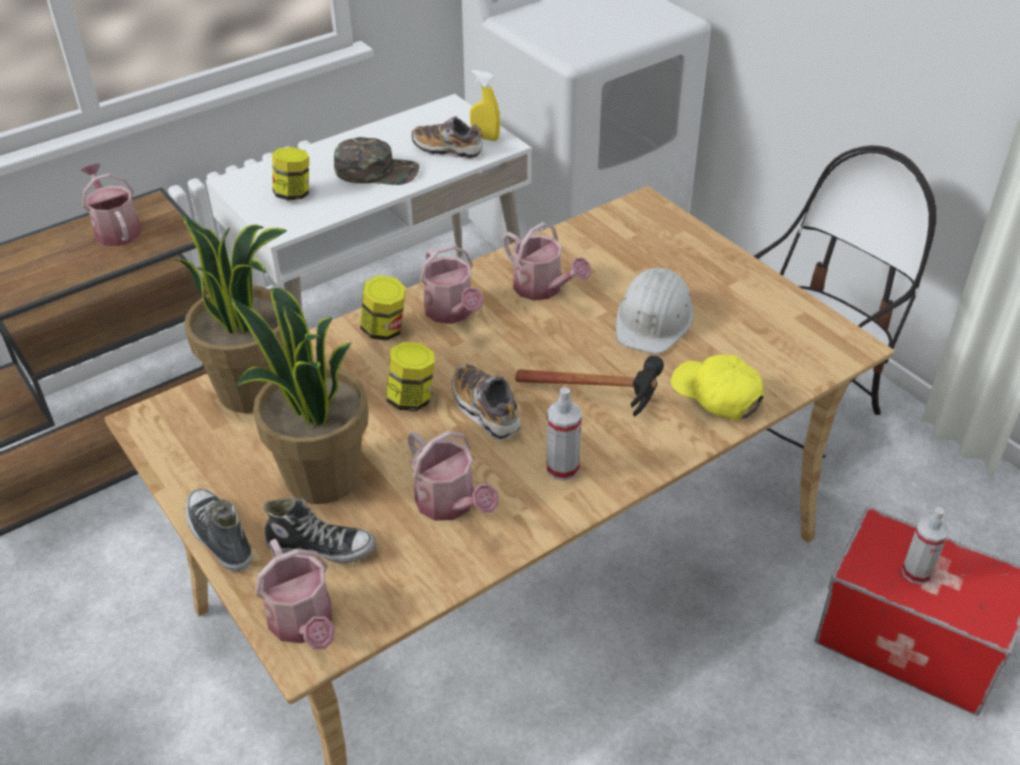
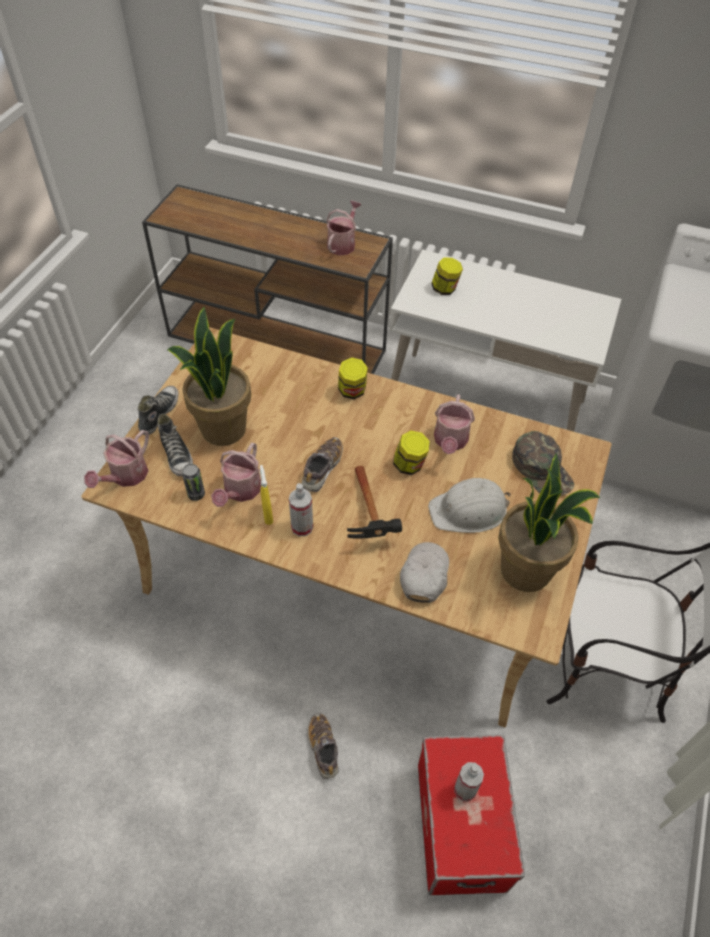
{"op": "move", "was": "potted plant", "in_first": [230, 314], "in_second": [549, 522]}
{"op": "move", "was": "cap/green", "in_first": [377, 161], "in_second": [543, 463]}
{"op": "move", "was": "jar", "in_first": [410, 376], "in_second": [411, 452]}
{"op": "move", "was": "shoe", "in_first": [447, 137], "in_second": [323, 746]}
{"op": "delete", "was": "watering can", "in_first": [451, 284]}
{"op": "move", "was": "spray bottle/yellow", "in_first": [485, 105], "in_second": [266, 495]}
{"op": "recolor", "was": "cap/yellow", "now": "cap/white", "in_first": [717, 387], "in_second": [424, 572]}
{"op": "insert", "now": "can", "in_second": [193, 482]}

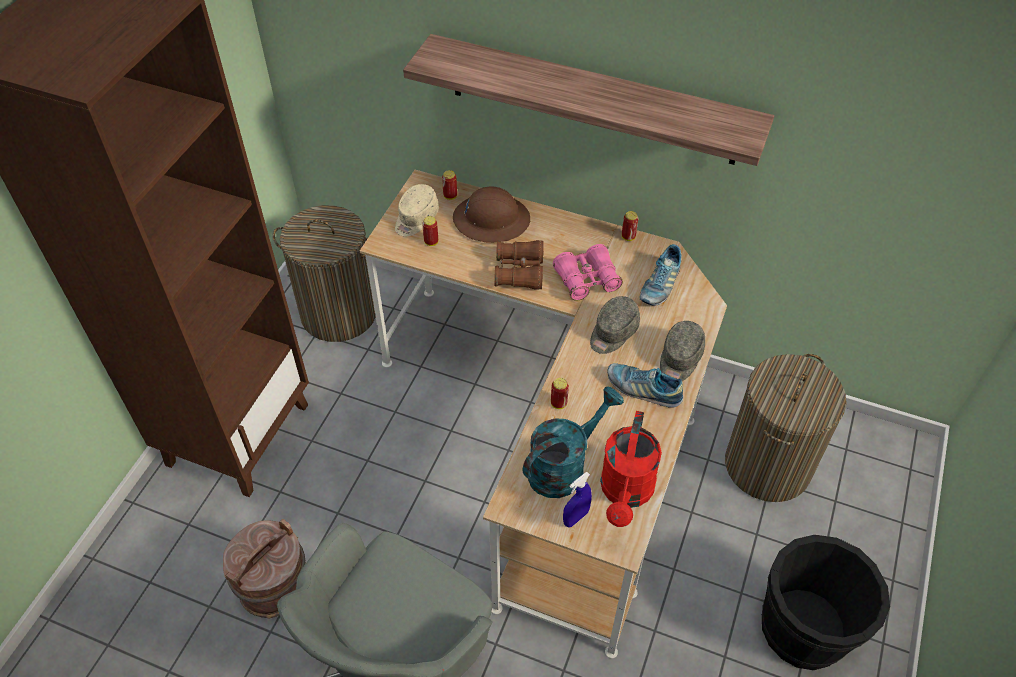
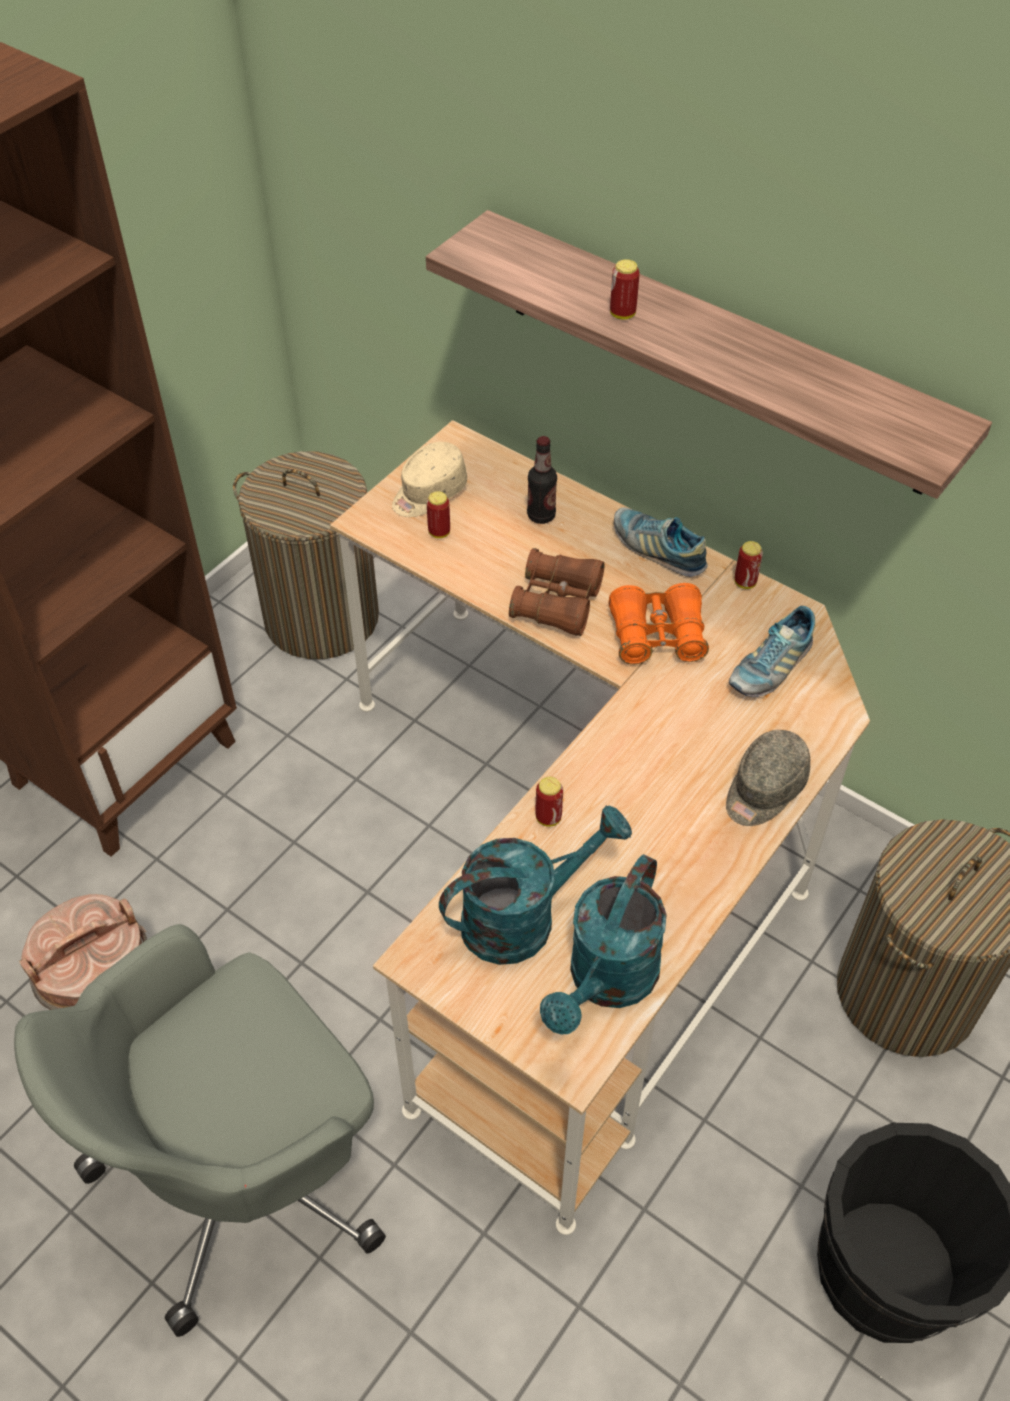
{"op": "move", "was": "can", "in_first": [449, 185], "in_second": [625, 289]}
{"op": "replace", "was": "hard hat/brown", "now": "bottle", "in_first": [491, 214], "in_second": [542, 480]}
{"op": "recolor", "was": "binoculars/pink", "now": "binoculars/orange", "in_first": [588, 272], "in_second": [659, 623]}
{"op": "delete", "was": "spray bottle/blue", "in_first": [577, 499]}
{"op": "delete", "was": "cap/grey", "in_first": [615, 325]}
{"op": "recolor", "was": "watering can/red", "now": "watering can/turquoise", "in_first": [631, 469], "in_second": [603, 944]}
{"op": "move", "was": "shoe", "in_first": [645, 385], "in_second": [661, 542]}

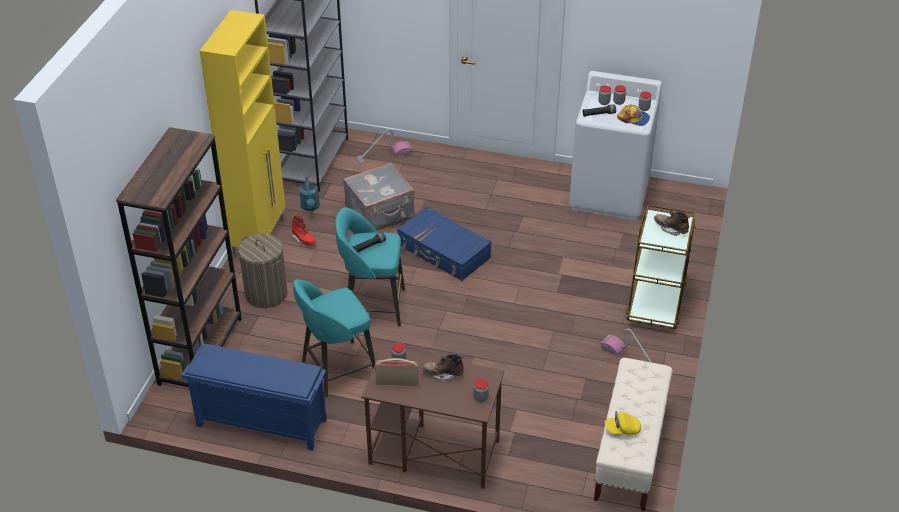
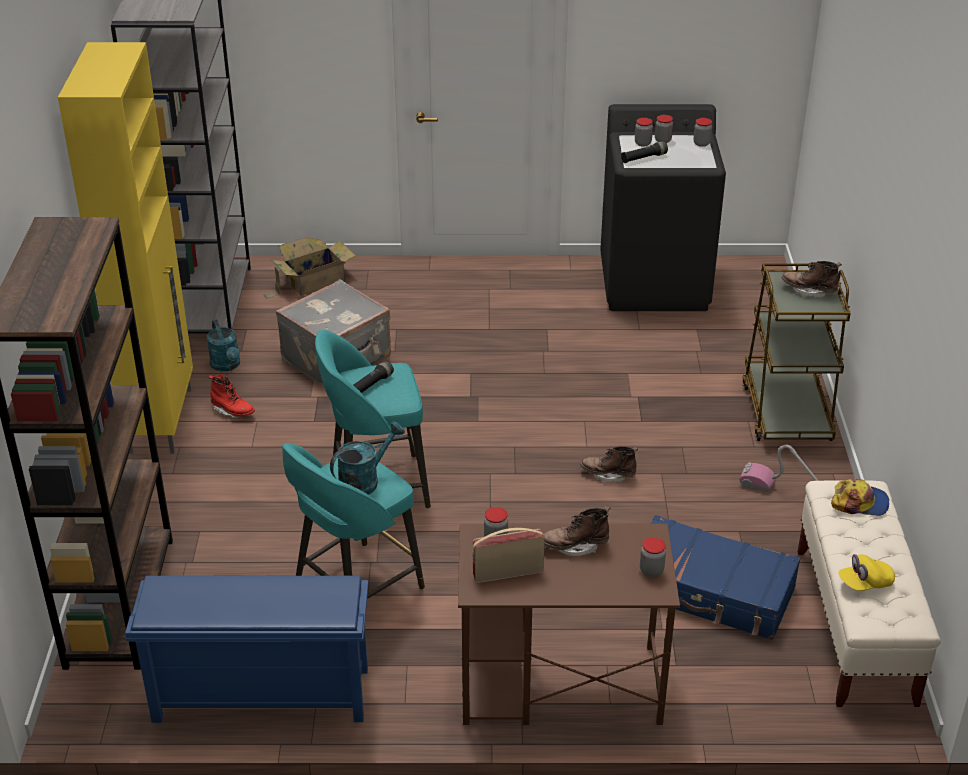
{"op": "delete", "was": "laundry basket", "in_first": [262, 271]}
{"op": "replace", "was": "vacuum cleaner", "now": "cardboard box", "in_first": [384, 146], "in_second": [309, 268]}
{"op": "move", "was": "suitcase/blue", "in_first": [444, 244], "in_second": [725, 577]}
{"op": "recolor", "was": "washing machine/white", "now": "washing machine/black", "in_first": [615, 145], "in_second": [663, 207]}
{"op": "move", "was": "cap", "in_first": [633, 115], "in_second": [860, 497]}
{"op": "insert", "now": "watering can/turquoise", "in_second": [367, 458]}
{"op": "insert", "now": "boot/brown", "in_second": [609, 464]}

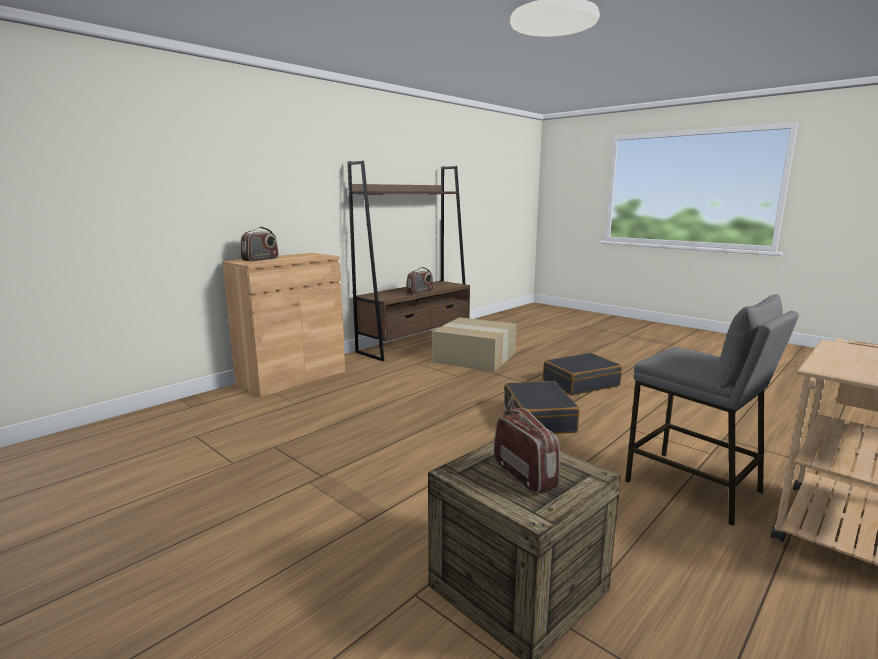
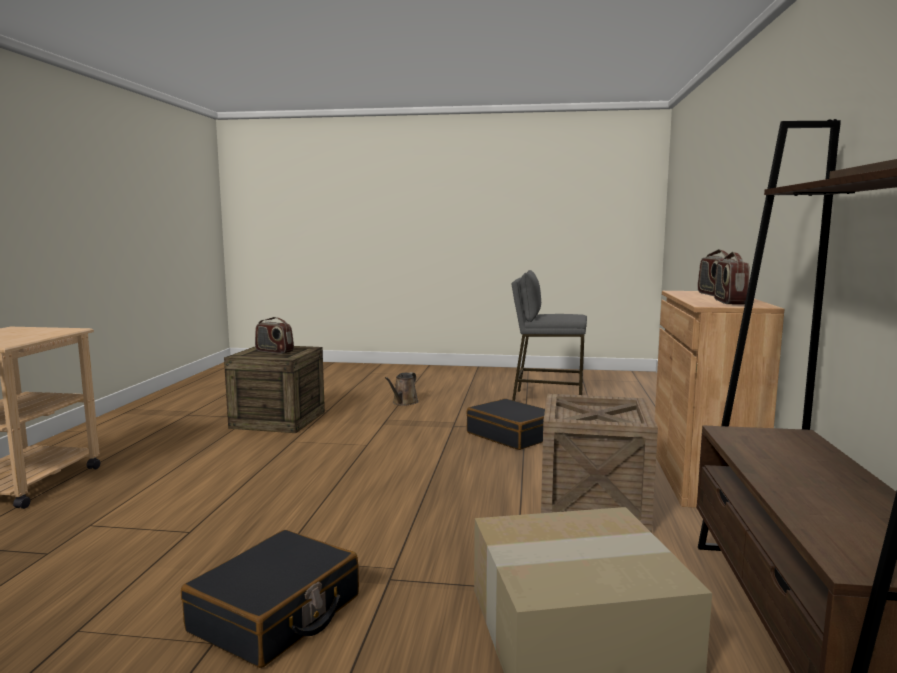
{"op": "move", "was": "radio", "in_first": [419, 281], "in_second": [732, 278]}
{"op": "move", "was": "suitcase/black", "in_first": [542, 407], "in_second": [505, 424]}
{"op": "move", "was": "stool/grey", "in_first": [712, 410], "in_second": [549, 335]}
{"op": "insert", "now": "watering can/brown", "in_second": [402, 389]}
{"op": "insert", "now": "crate", "in_second": [599, 463]}

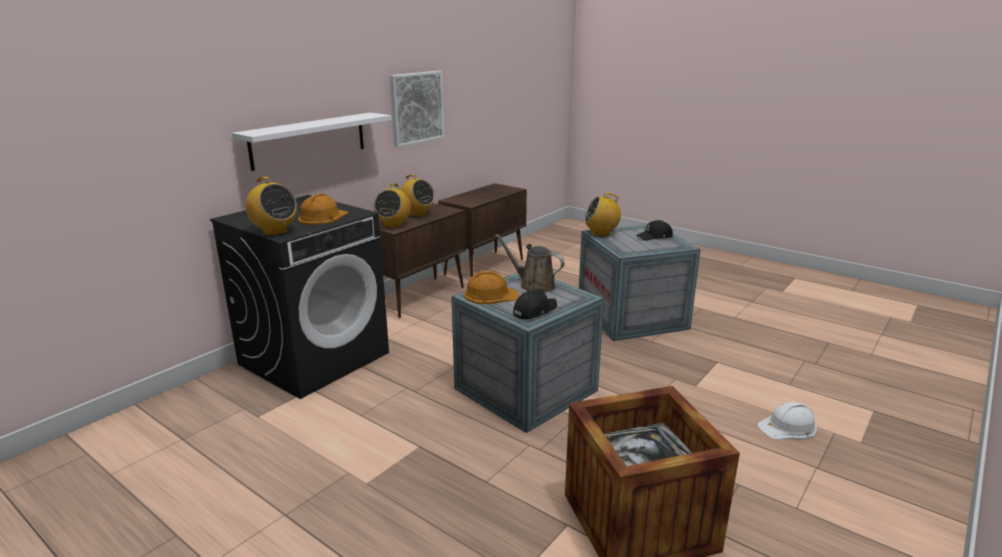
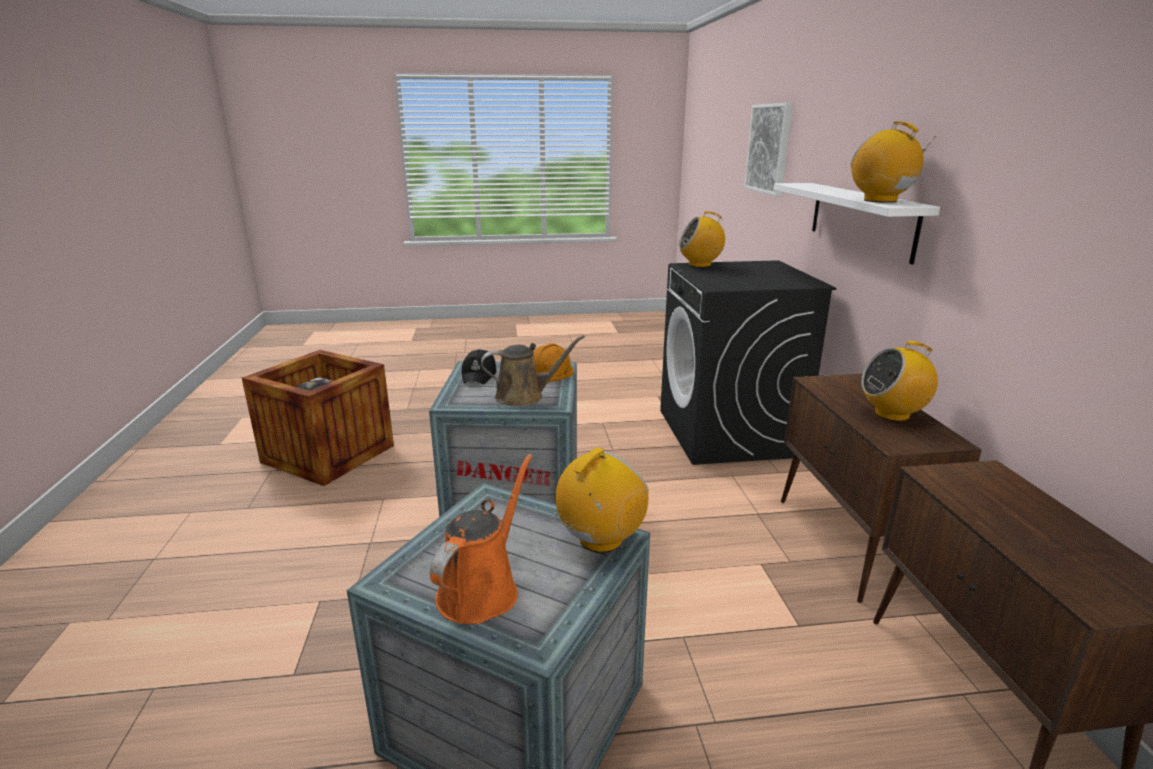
{"op": "delete", "was": "hard hat/orange", "in_first": [323, 209]}
{"op": "move", "was": "radio", "in_first": [392, 205], "in_second": [893, 162]}
{"op": "move", "was": "picture", "in_first": [417, 109], "in_second": [768, 149]}
{"op": "replace", "was": "cap/black", "now": "watering can/orange", "in_first": [654, 230], "in_second": [481, 539]}
{"op": "delete", "was": "hard hat/white", "in_first": [787, 421]}

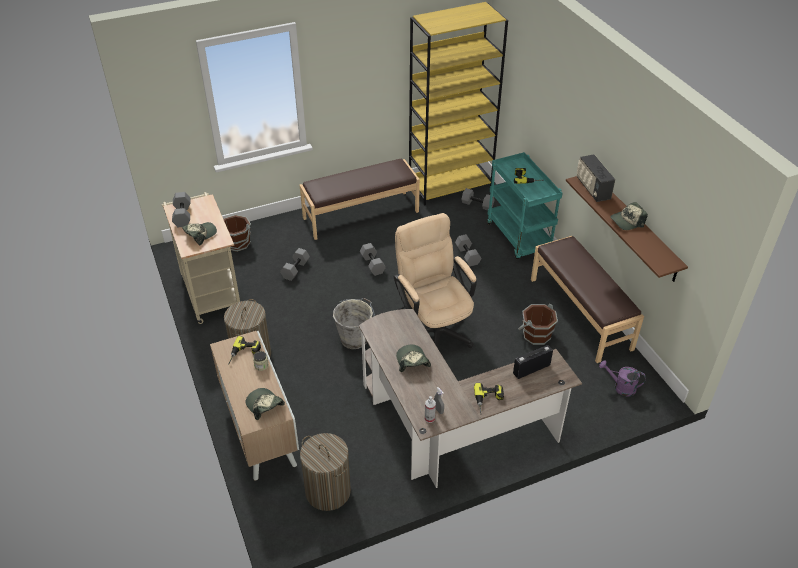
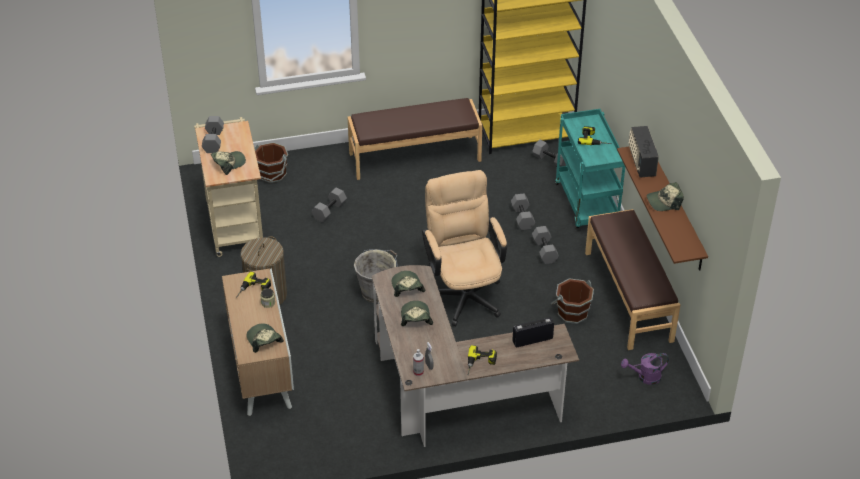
{"op": "delete", "was": "laundry basket", "in_first": [325, 472]}
{"op": "move", "was": "dumbbell/grey", "in_first": [373, 259], "in_second": [545, 245]}
{"op": "rotate", "was": "watering can/purple", "in_first": [622, 378], "in_second": [645, 369], "clockwise": -45}
{"op": "insert", "now": "cap", "in_second": [408, 284]}

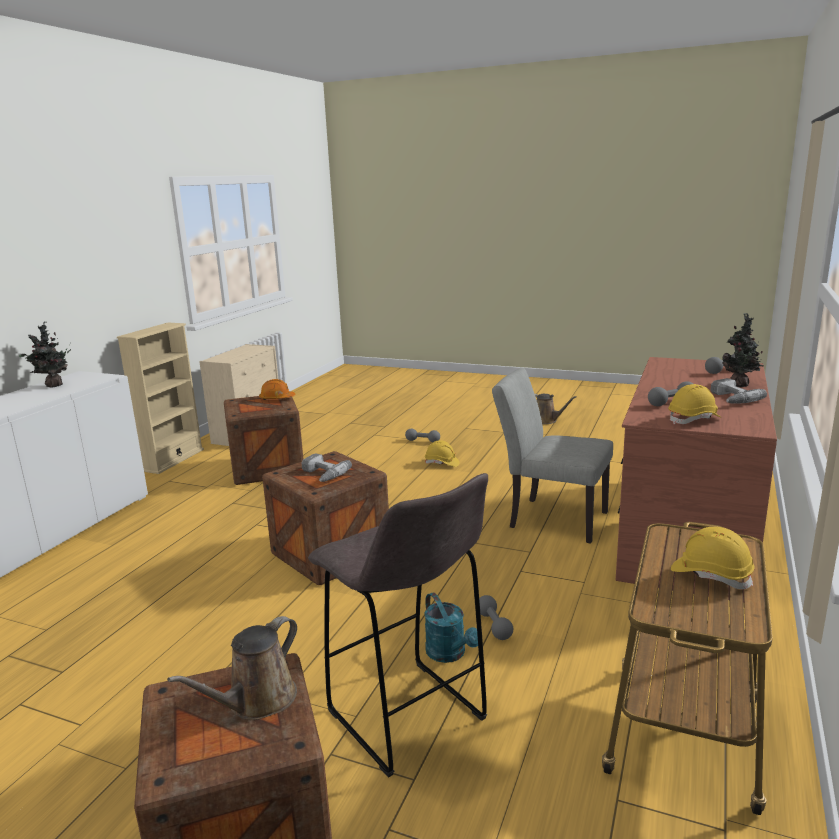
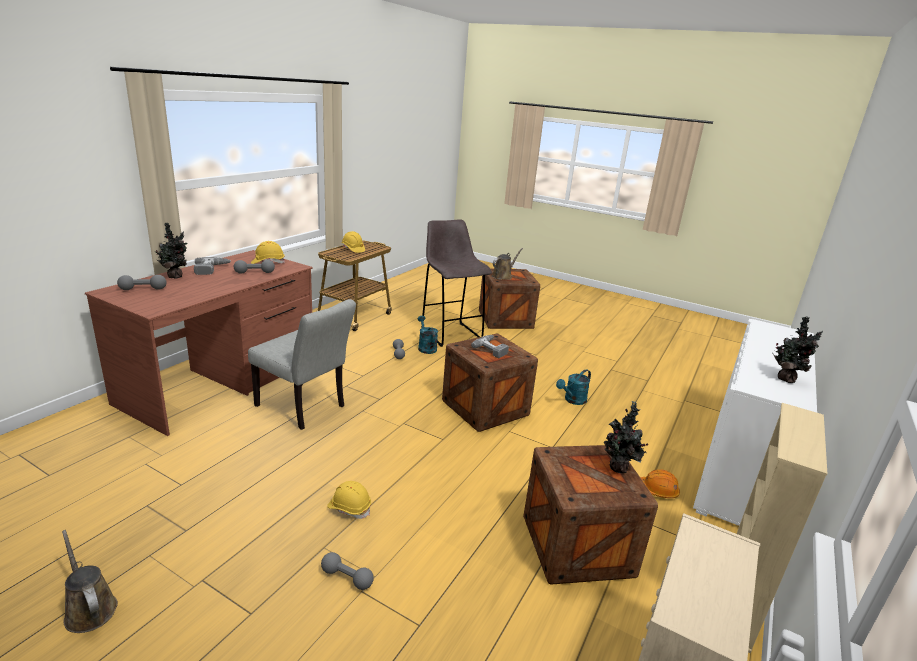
{"op": "move", "was": "hard hat/orange", "in_first": [277, 389], "in_second": [660, 483]}
{"op": "insert", "now": "watering can/turquoise", "in_second": [573, 387]}
{"op": "insert", "now": "potted plant", "in_second": [626, 437]}

